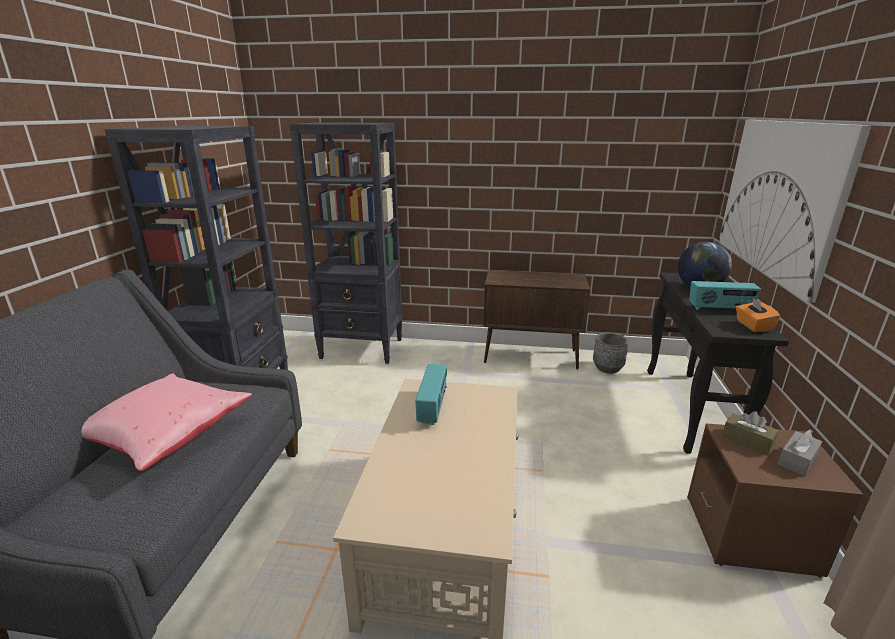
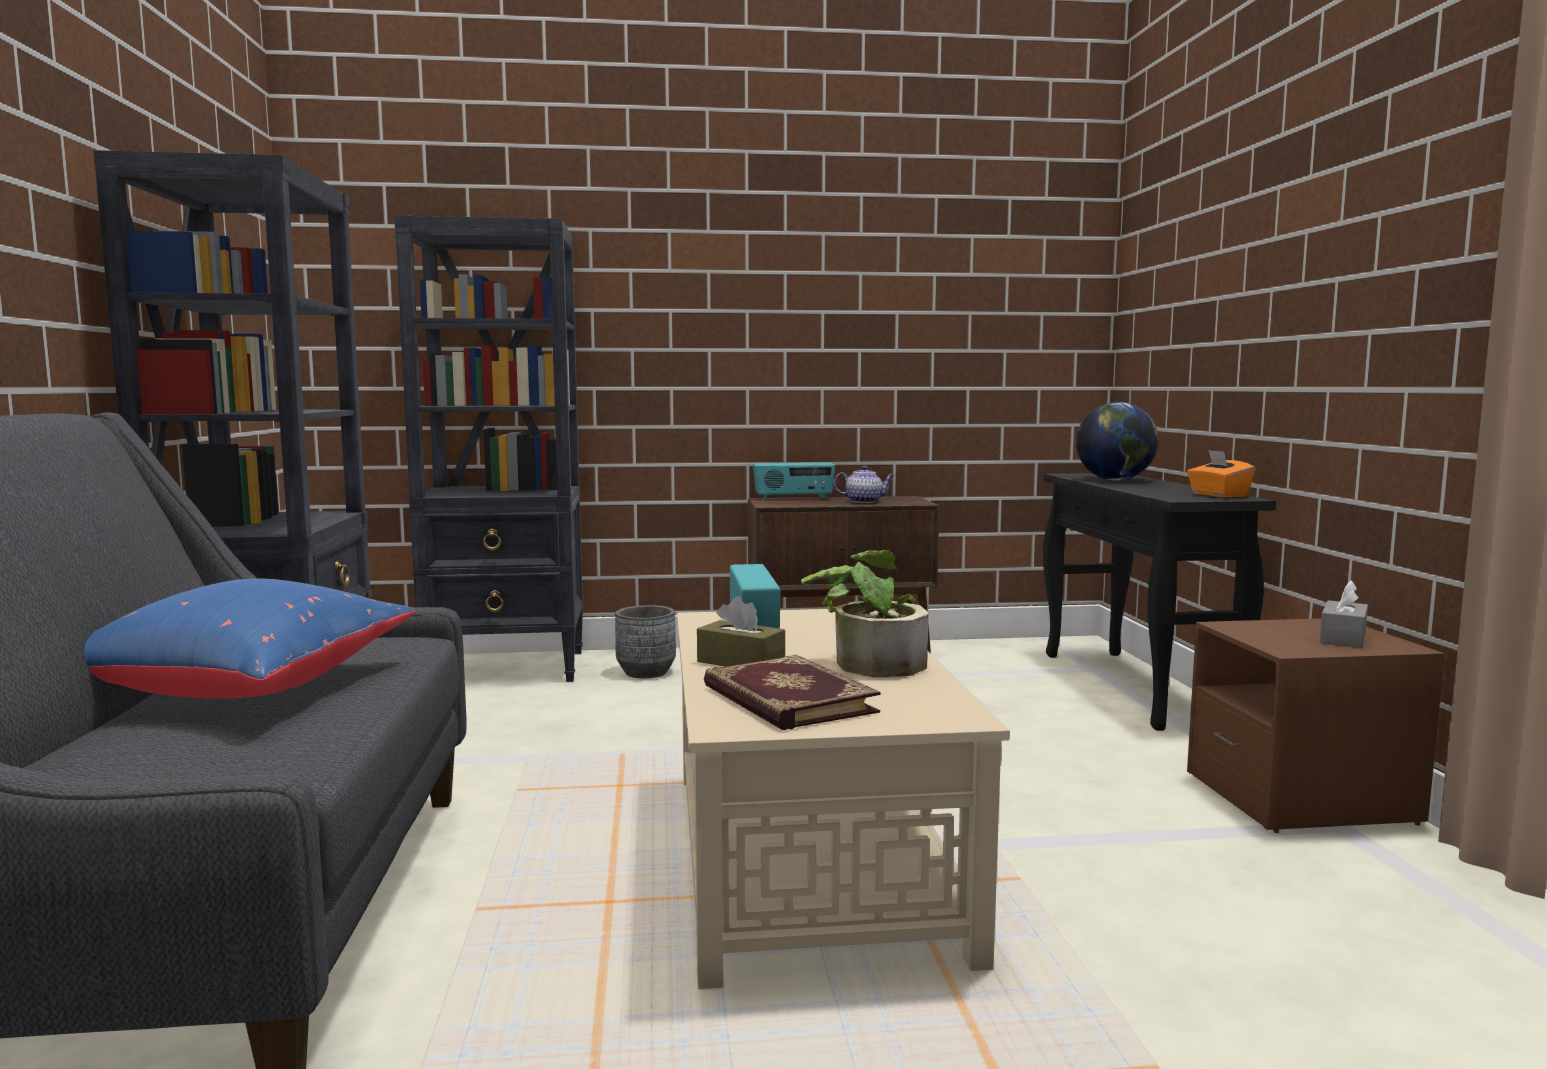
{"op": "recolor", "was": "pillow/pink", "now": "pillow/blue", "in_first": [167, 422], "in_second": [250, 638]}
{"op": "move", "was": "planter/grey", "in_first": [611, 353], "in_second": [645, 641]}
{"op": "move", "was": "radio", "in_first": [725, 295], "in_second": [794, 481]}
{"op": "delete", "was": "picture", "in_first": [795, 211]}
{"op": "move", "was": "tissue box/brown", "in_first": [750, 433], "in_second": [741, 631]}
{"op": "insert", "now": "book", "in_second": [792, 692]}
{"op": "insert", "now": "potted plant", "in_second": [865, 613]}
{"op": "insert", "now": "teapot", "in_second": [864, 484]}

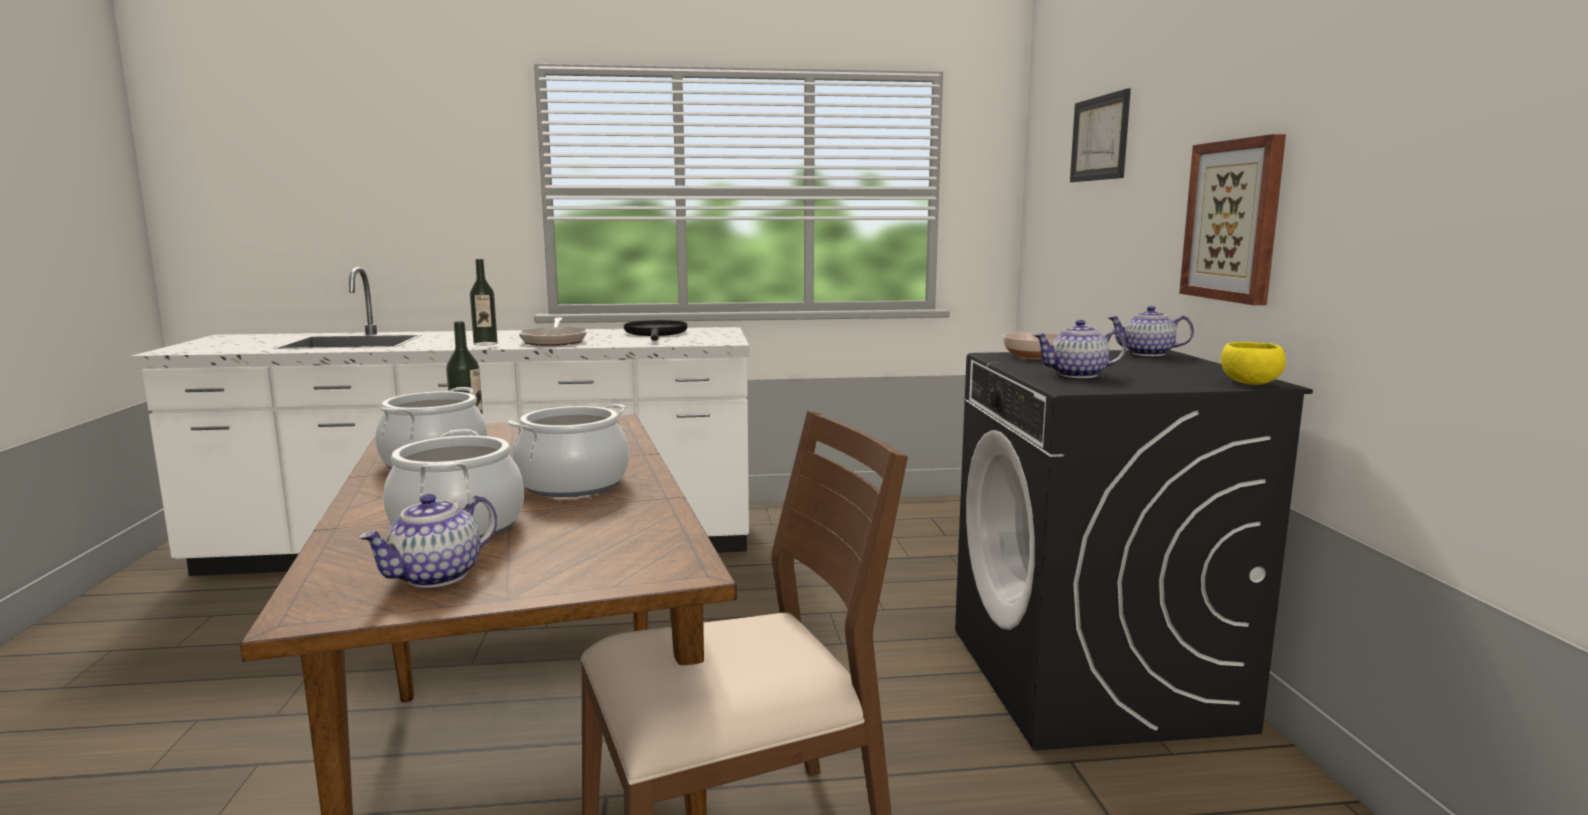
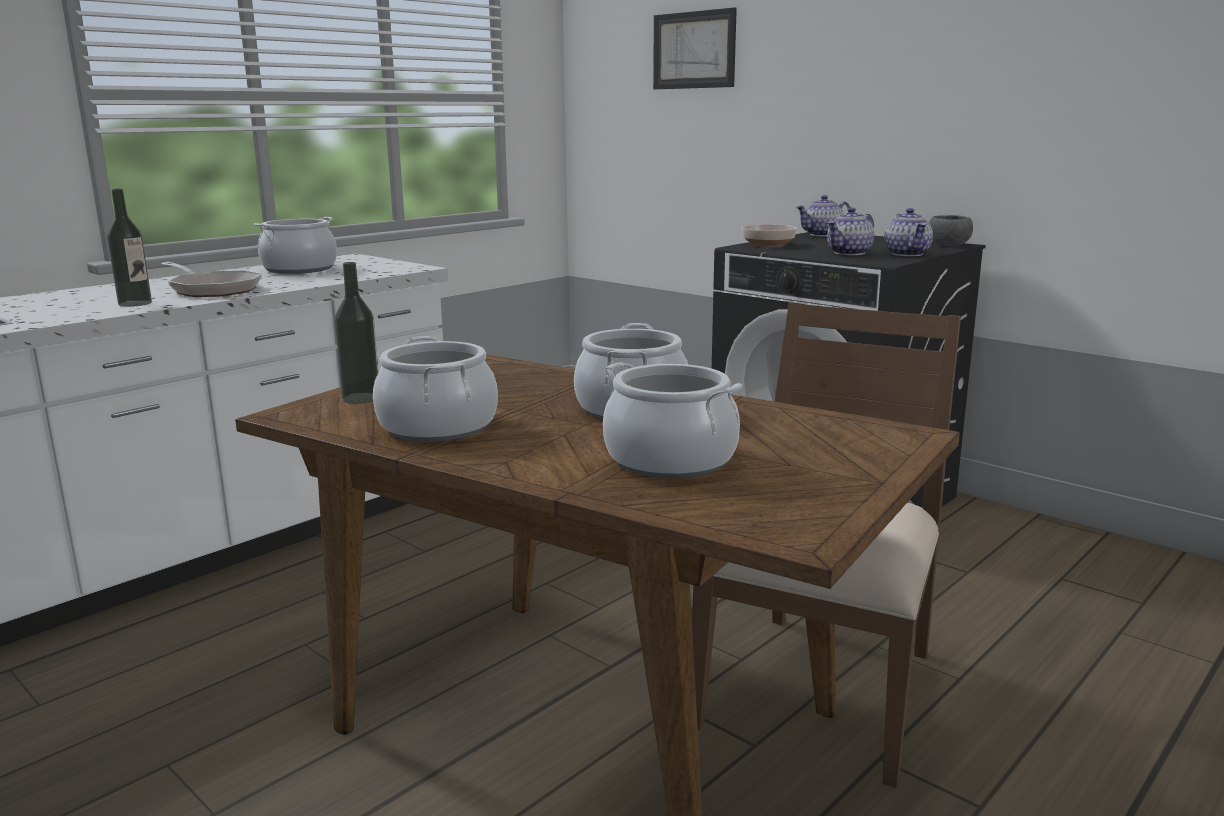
{"op": "move", "was": "teapot", "in_first": [427, 541], "in_second": [908, 232]}
{"op": "replace", "was": "frying pan/black", "now": "cooking pot", "in_first": [655, 330], "in_second": [295, 245]}
{"op": "delete", "was": "picture", "in_first": [1232, 219]}
{"op": "recolor", "was": "bowl/yellow", "now": "bowl/grey", "in_first": [1253, 363], "in_second": [951, 230]}

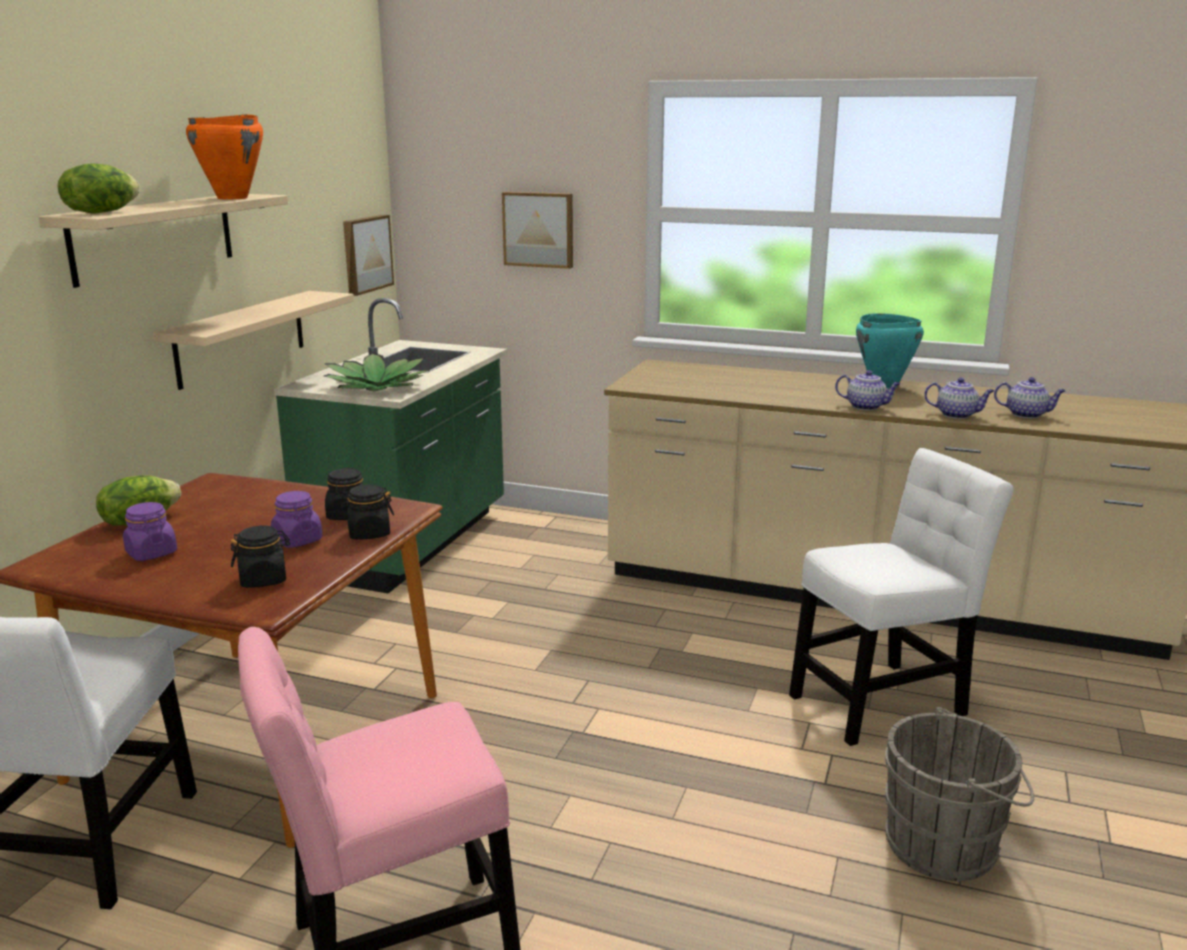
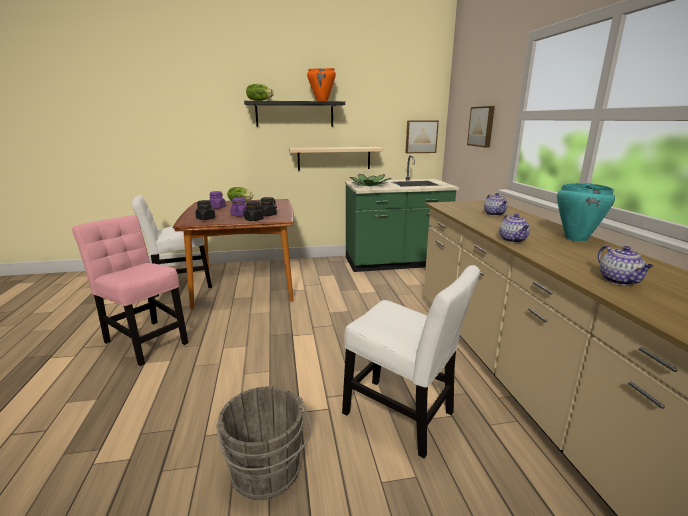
{"op": "recolor", "was": "shelf/beige", "now": "shelf/black", "in_first": [163, 241], "in_second": [294, 114]}
{"op": "move", "was": "teapot", "in_first": [959, 398], "in_second": [496, 204]}

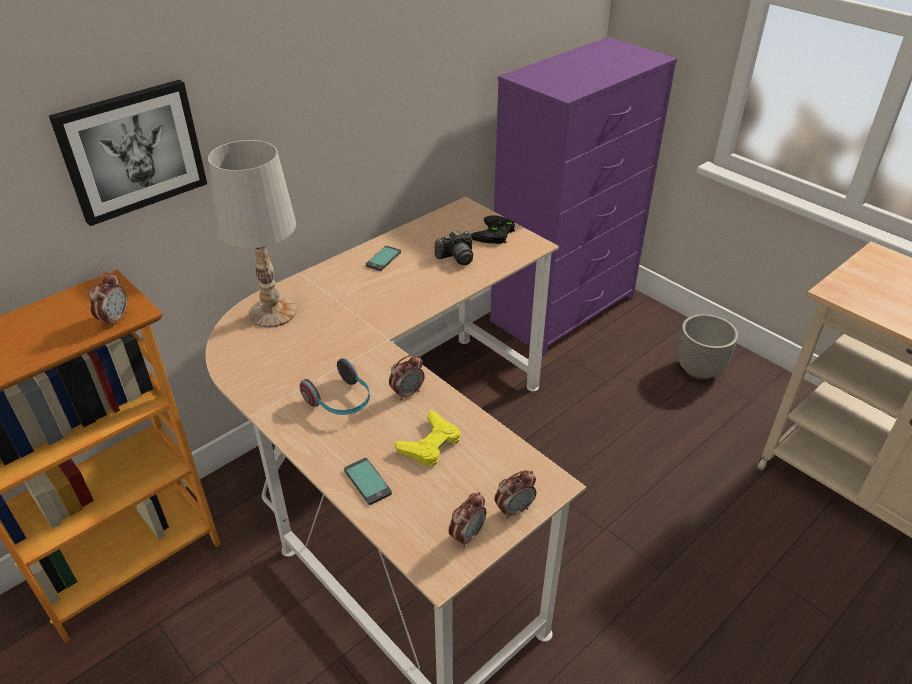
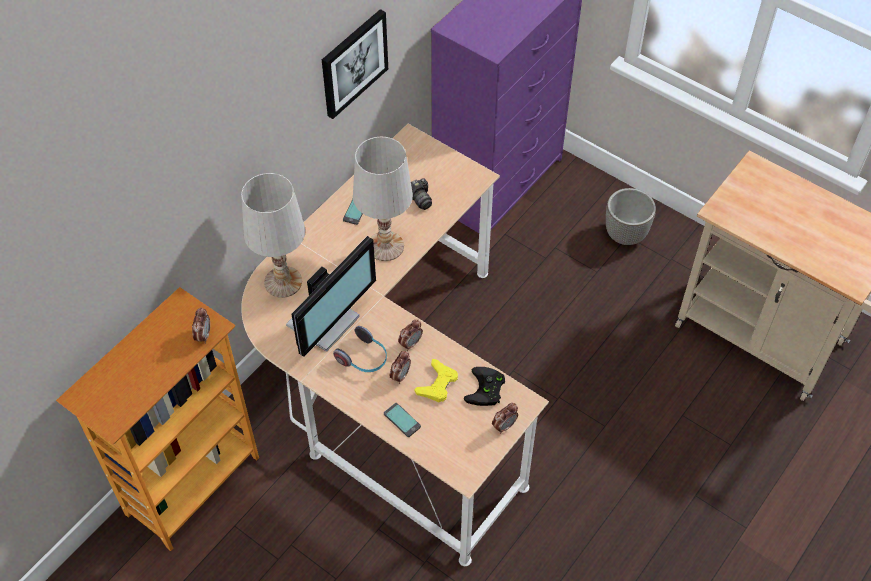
{"op": "move", "was": "picture", "in_first": [128, 153], "in_second": [355, 64]}
{"op": "move", "was": "alarm clock", "in_first": [467, 520], "in_second": [400, 367]}
{"op": "move", "was": "game controller/black", "in_first": [493, 229], "in_second": [484, 386]}
{"op": "insert", "now": "monitor", "in_second": [331, 296]}
{"op": "insert", "now": "table lamp/white", "in_second": [383, 199]}

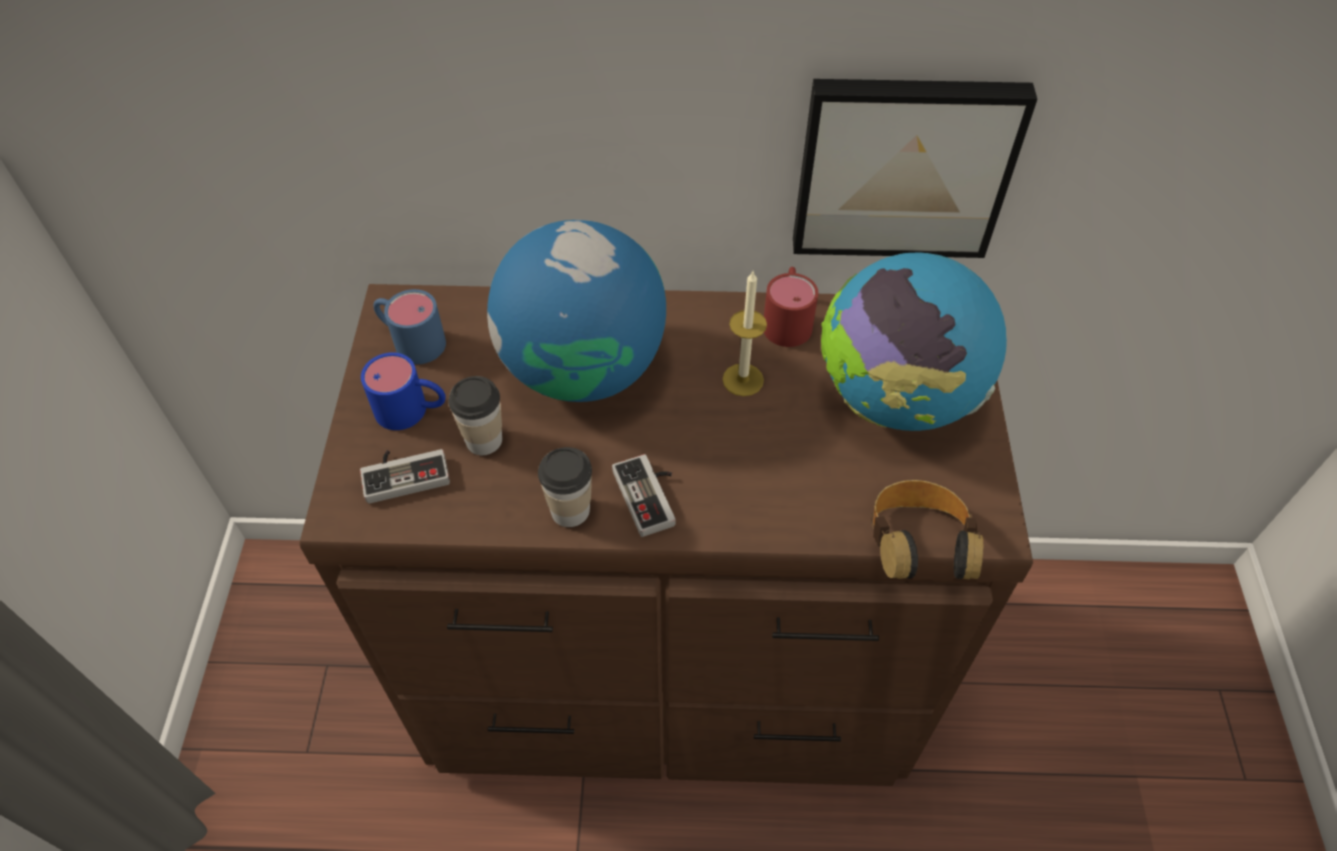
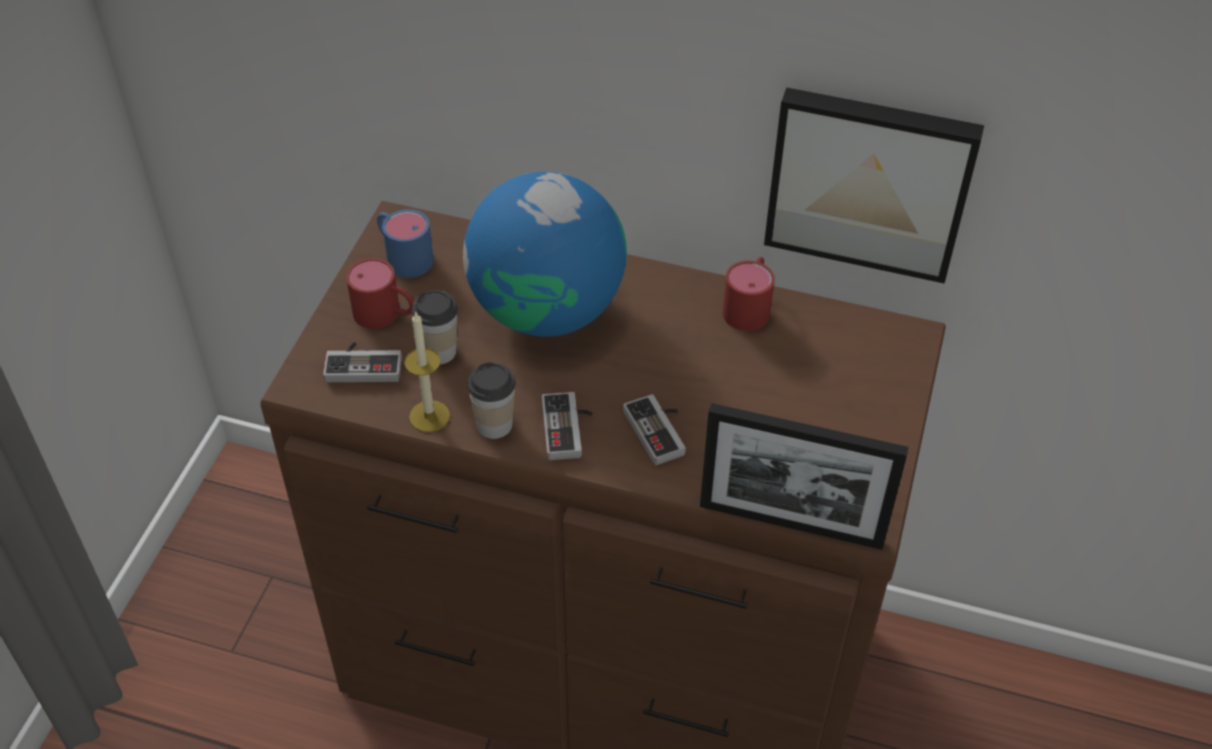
{"op": "recolor", "was": "mug/blue", "now": "mug/red", "in_first": [403, 391], "in_second": [380, 293]}
{"op": "move", "was": "candle", "in_first": [744, 333], "in_second": [427, 371]}
{"op": "delete", "was": "globe", "in_first": [914, 341]}
{"op": "replace", "was": "headphones", "now": "picture frame", "in_first": [927, 529], "in_second": [804, 476]}
{"op": "insert", "now": "game controller", "in_second": [654, 429]}

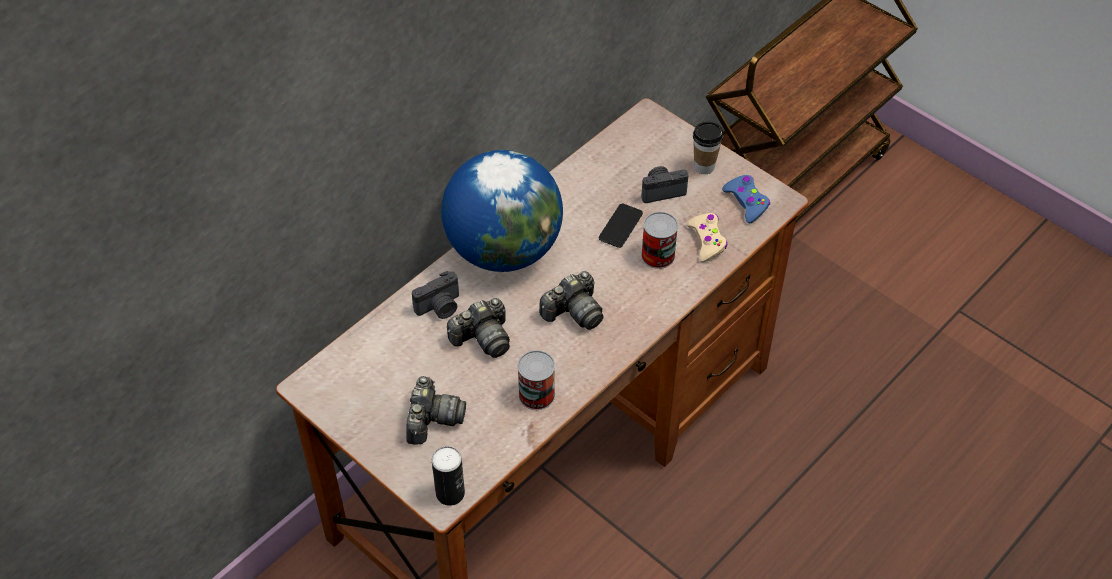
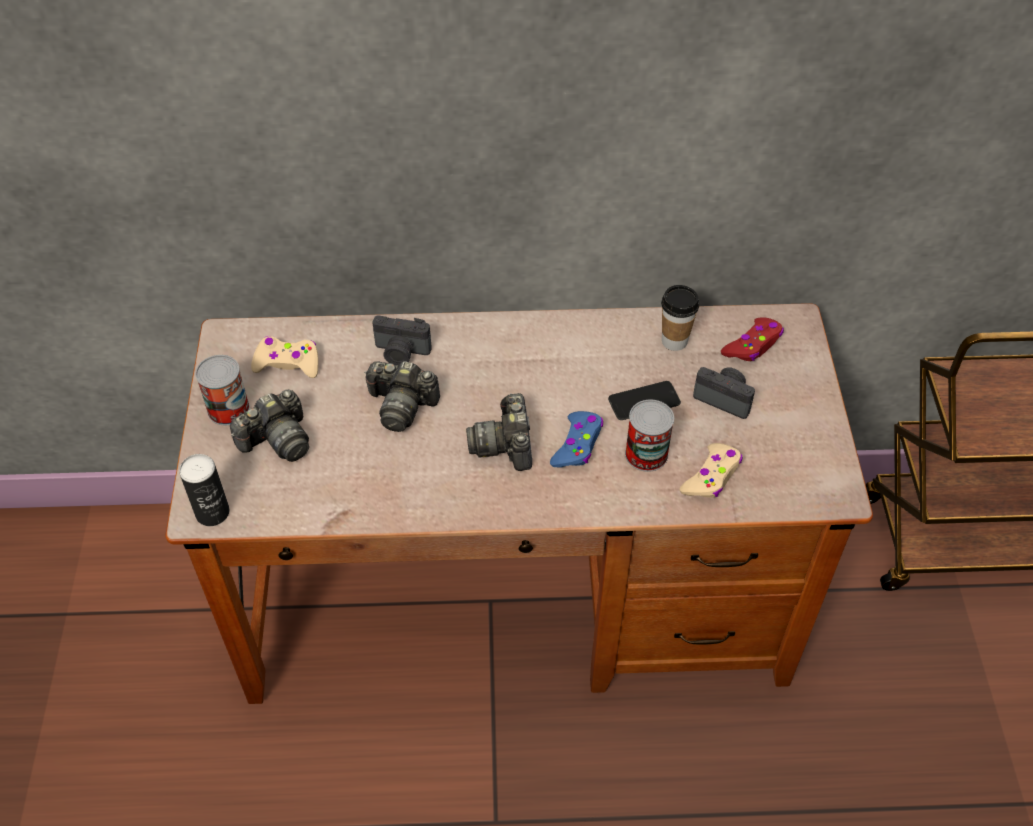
{"op": "delete", "was": "globe", "in_first": [502, 211]}
{"op": "move", "was": "can", "in_first": [536, 380], "in_second": [222, 390]}
{"op": "rotate", "was": "photo camera", "in_first": [571, 300], "in_second": [499, 432], "clockwise": 75}
{"op": "move", "was": "cup", "in_first": [708, 148], "in_second": [680, 318]}
{"op": "move", "was": "game controller/blue", "in_first": [746, 199], "in_second": [576, 439]}
{"op": "insert", "now": "game controller/beige", "in_second": [285, 357]}
{"op": "insert", "now": "game controller/red", "in_second": [752, 339]}

